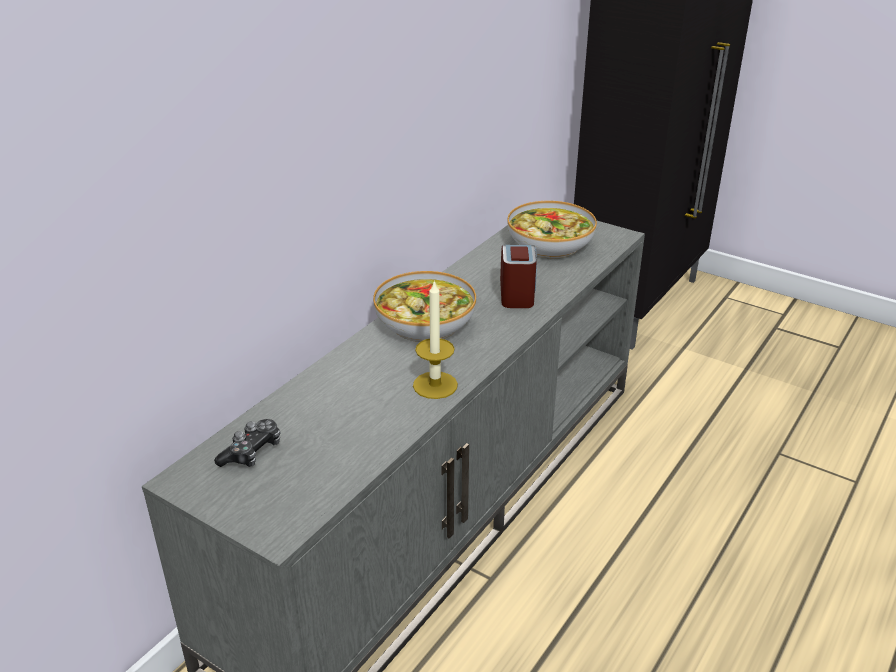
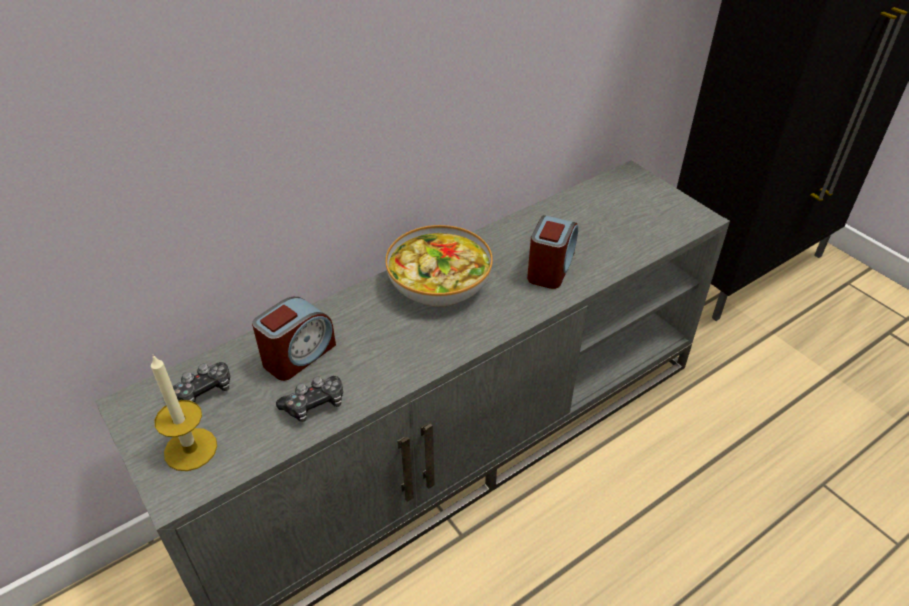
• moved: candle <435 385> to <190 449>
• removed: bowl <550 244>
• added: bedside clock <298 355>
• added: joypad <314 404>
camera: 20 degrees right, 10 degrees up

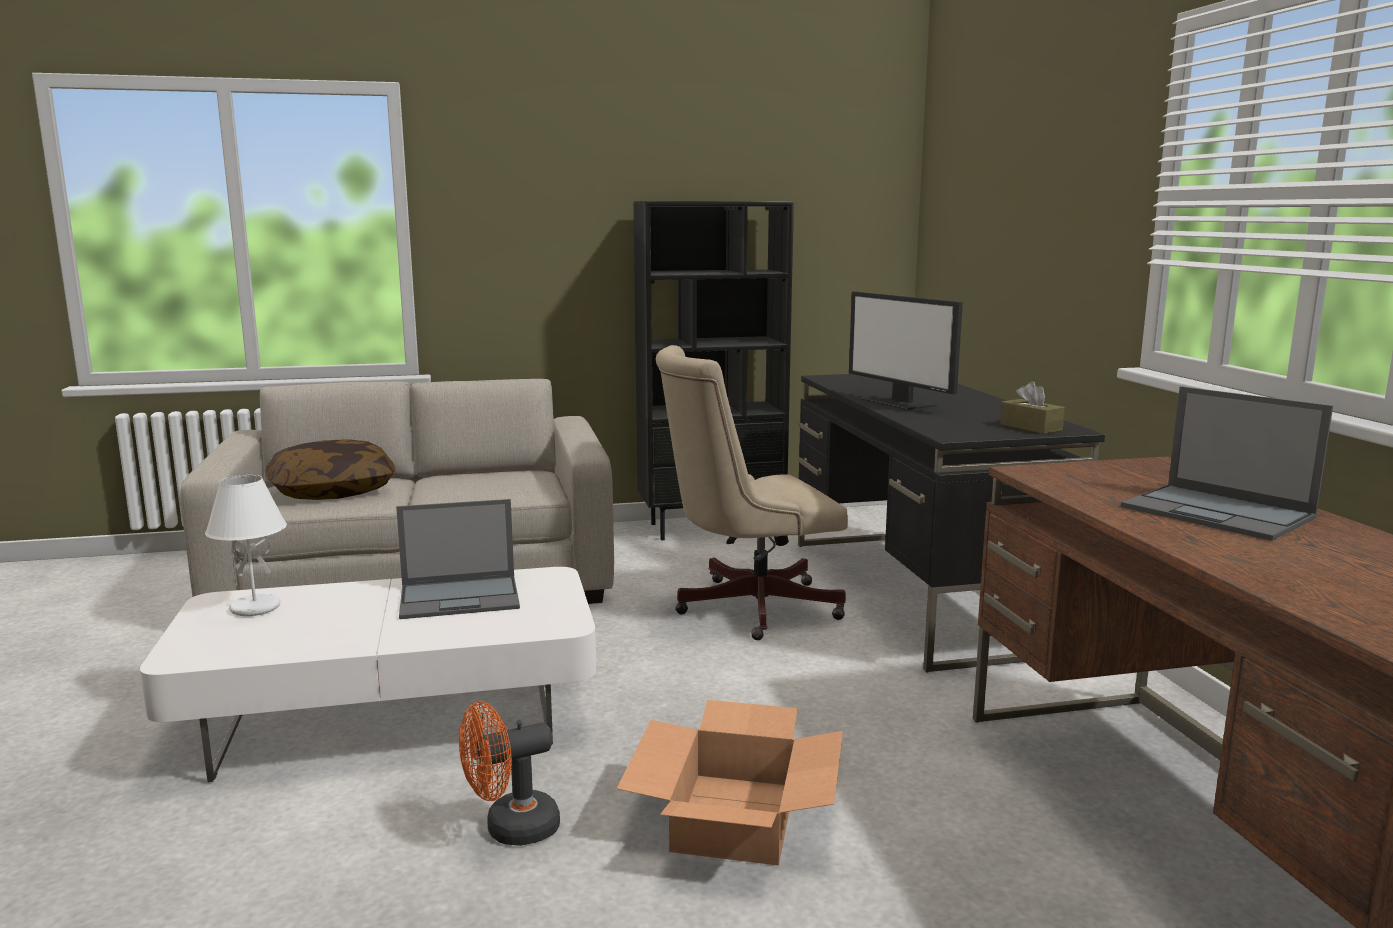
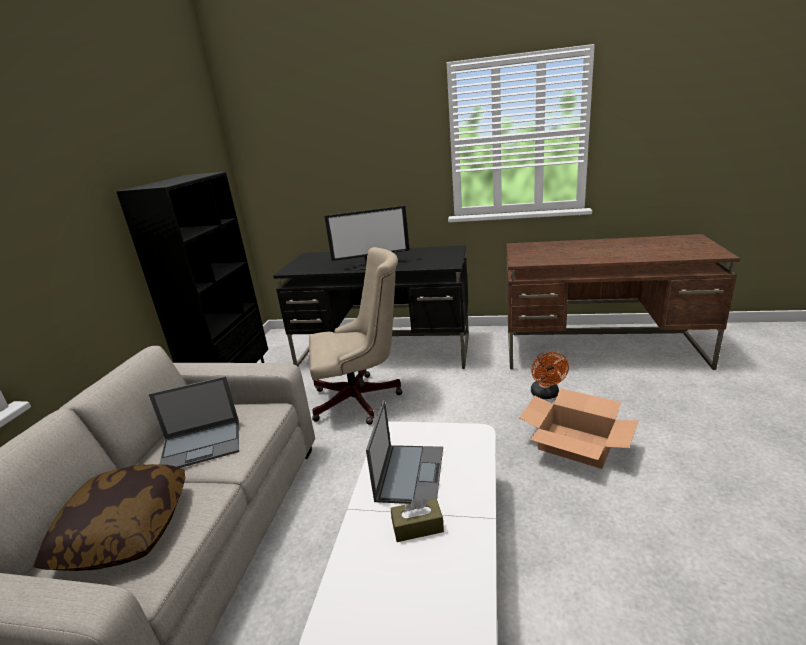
• removed: white-coloured tabletop lamp <254 608>
• moved: orangey electric fan <511 829> to <546 395>
• turned: sand-coloured computer chair <747 607> = <362 400> 105 degrees counterclockwise
• moved: brownish tissue holder <1030 427> to <417 527>
• moved: portable computer <1219 513> to <202 445>
camera: 65 degrees left, 10 degrees up

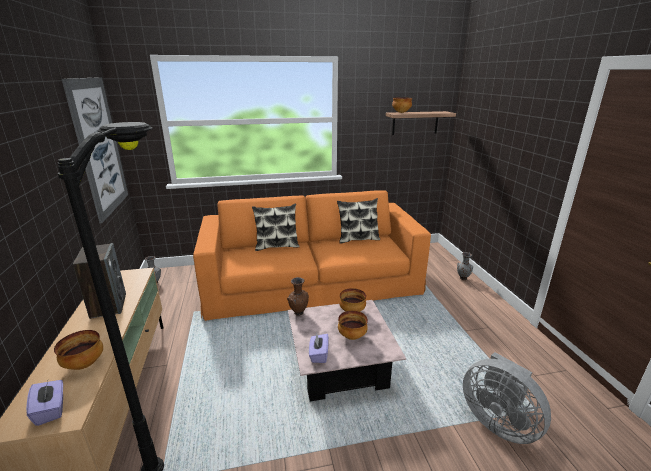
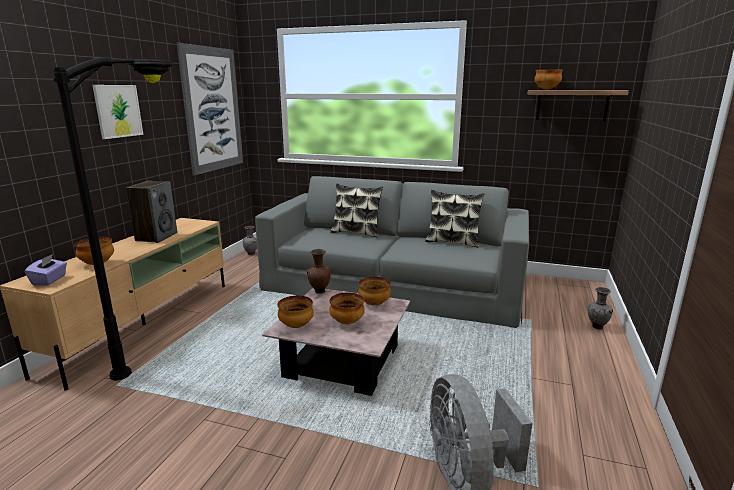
• recoloured: orangey sofa <311 281> to gray sofa <393 284>
• replaced: purple-coloured tissue holder <318 355> to bowl <296 326>
• added: picture <118 111>
camera: 30 degrees right, 5 degrees down

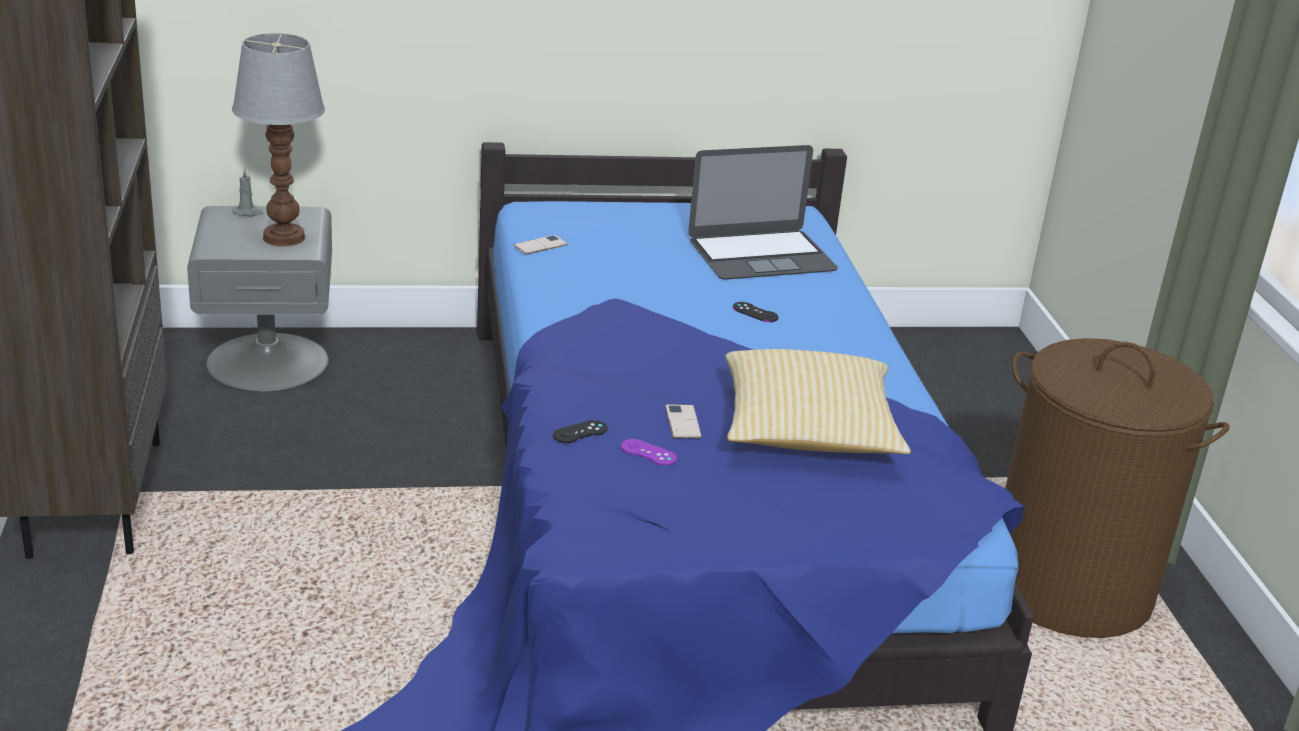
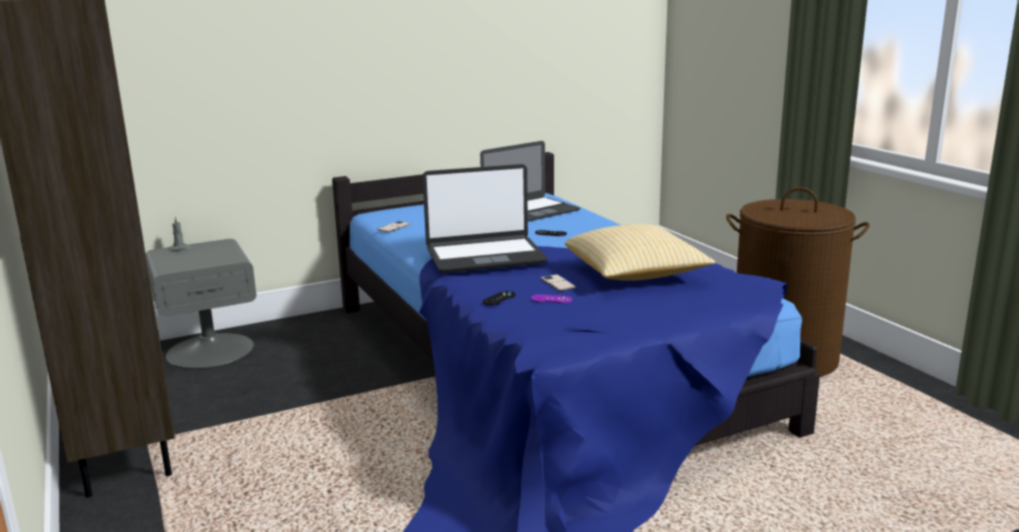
• removed: tabletop lamp <283 237>
• added: portable computer <485 256>
camera: 15 degrees left, 10 degrees down

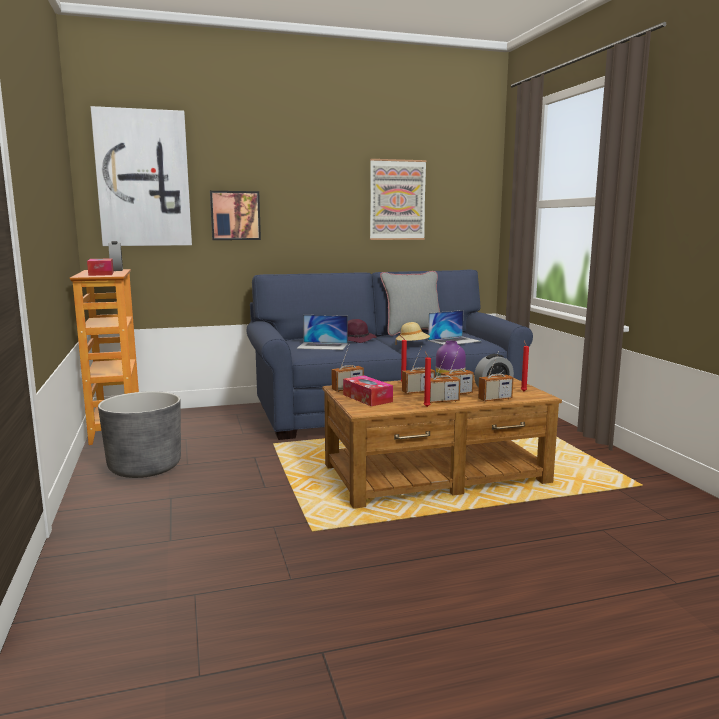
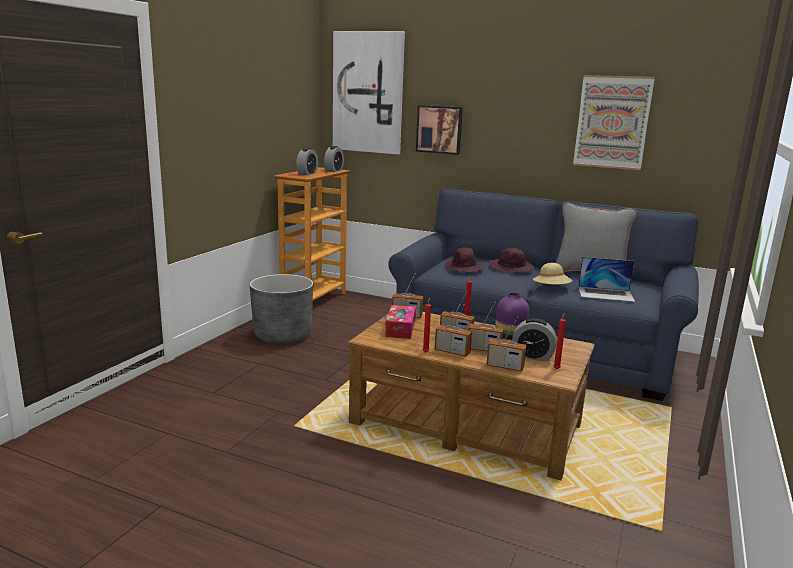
• replaced: tissue holder <101 273> to bedside clock <307 173>
• replaced: portable computer <323 346> to purple-coloured wearable hat <464 269>
camera: 40 degrees right, 5 degrees up

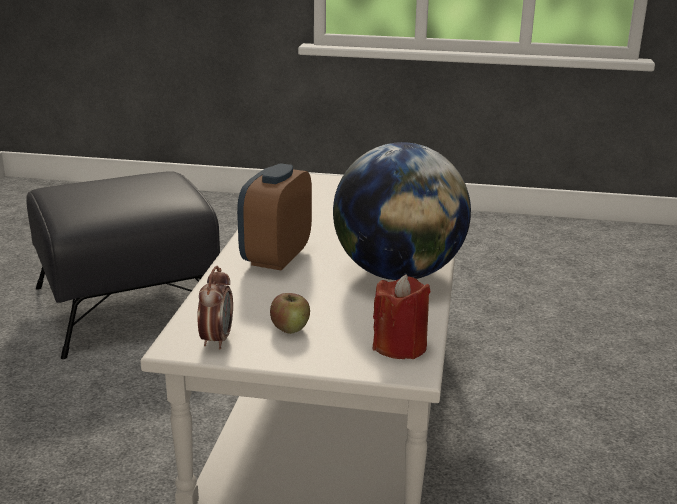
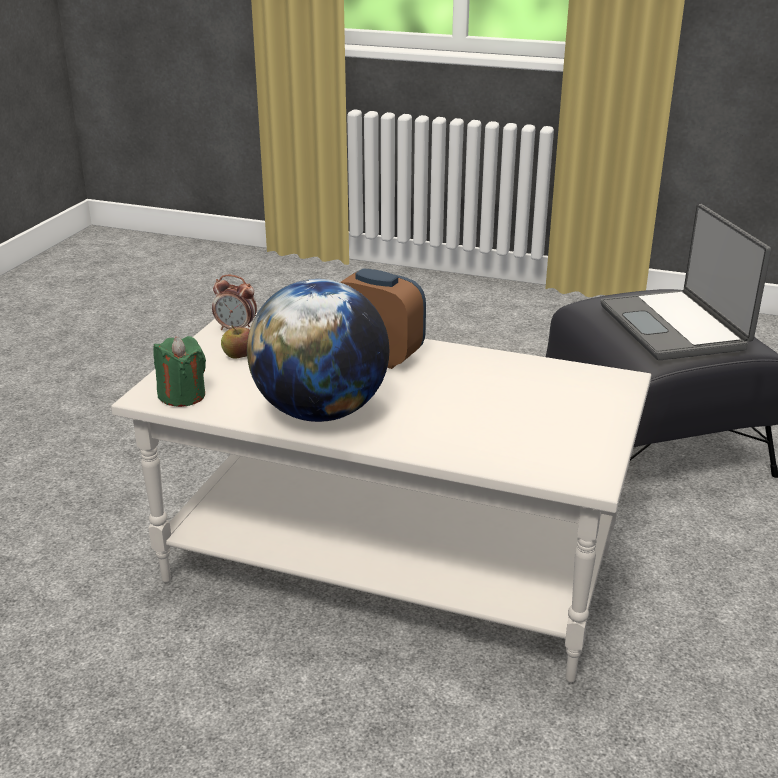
• recoloured: red-coloured candle <400 346> to greenish candle <182 396>
• added: portable computer <675 327>
camera: 100 degrees right, 5 degrees up

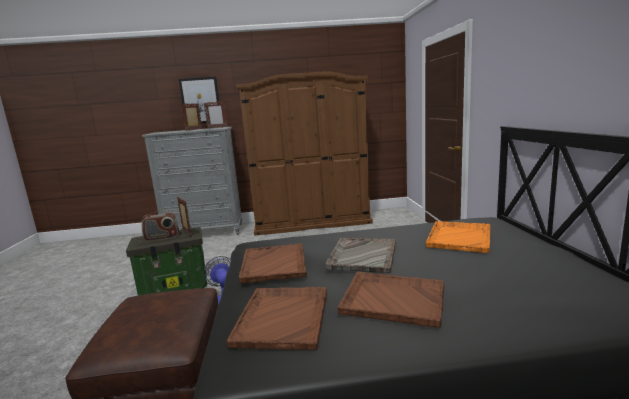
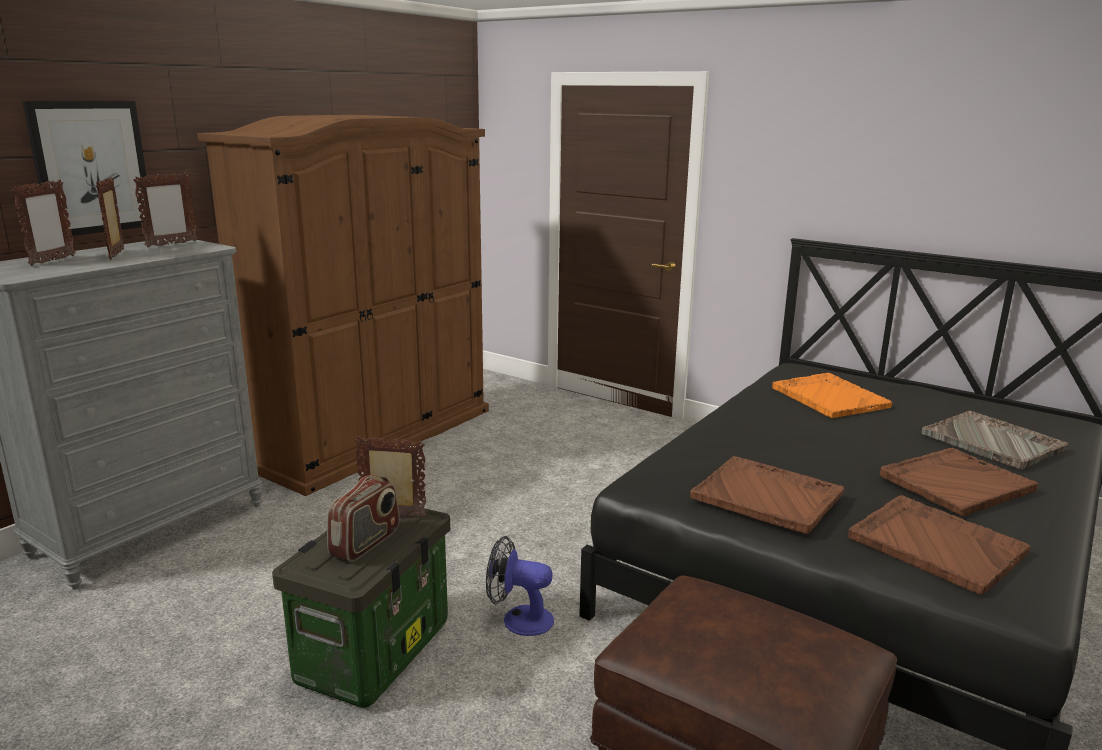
• moved: gray serving tray <362 256> to <993 442>
• added: picture frame <52 261>
camera: 50 degrees left, 5 degrees up

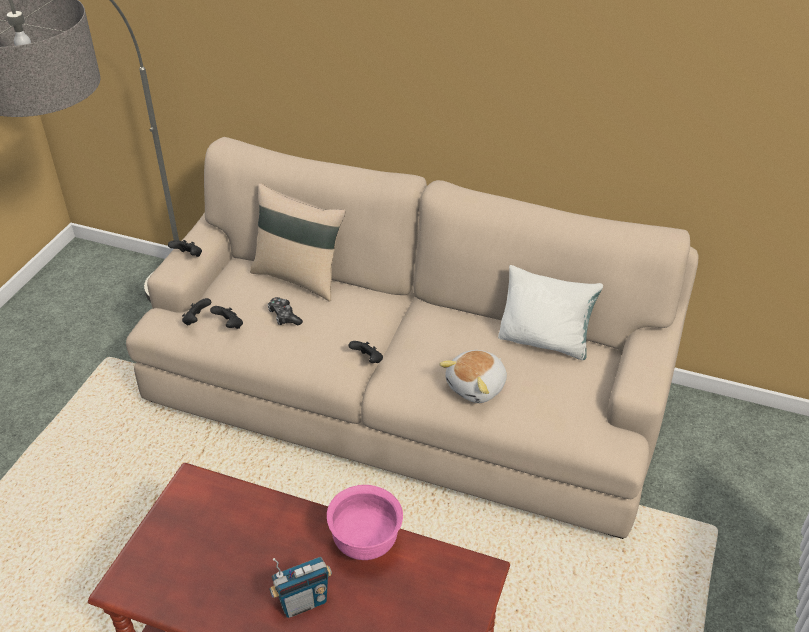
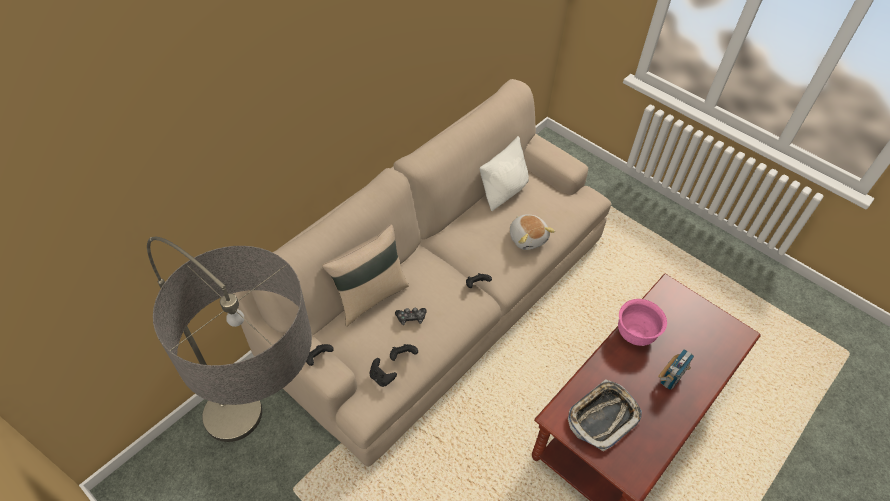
• turned: radio set <303 602> = <670 378> 45 degrees clockwise
• added: serving tray <603 416>
camera: 70 degrees left, 10 degrees up

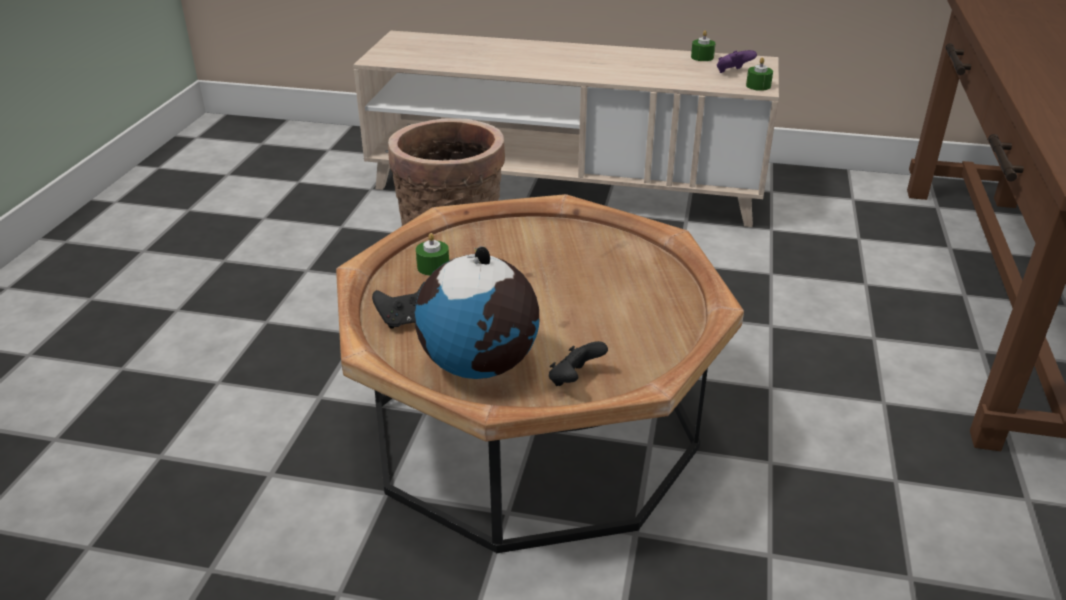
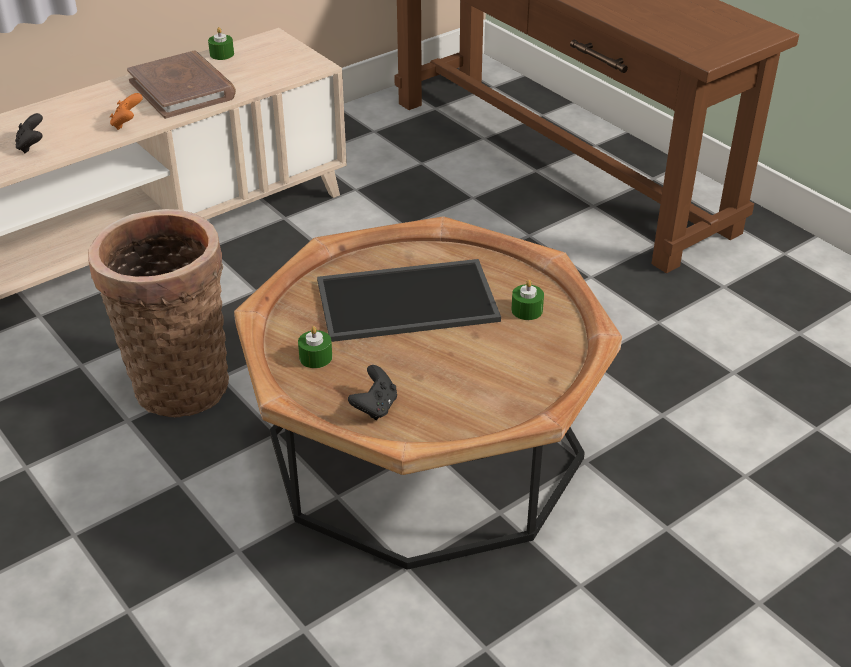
• removed: globe <480 366>
• moved: black joypad <574 380> to <32 146>
• removed: purple-coloured joypad <732 72>
• moved: greenish candle <758 86> to <527 310>
• added: orangey joypad <127 123>
• added: brownish volume <182 89>
• added: serving tray <408 299>
camera: 50 degrees left, 5 degrees up

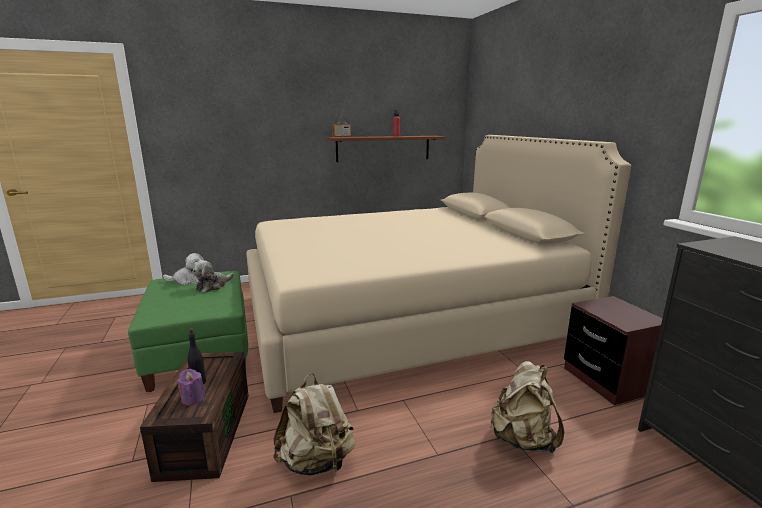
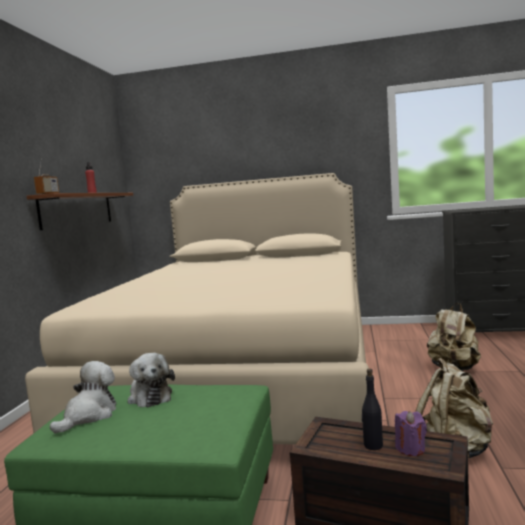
• removed: brownish night table <606 380>
camera: 60 degrees left, 10 degrees down

